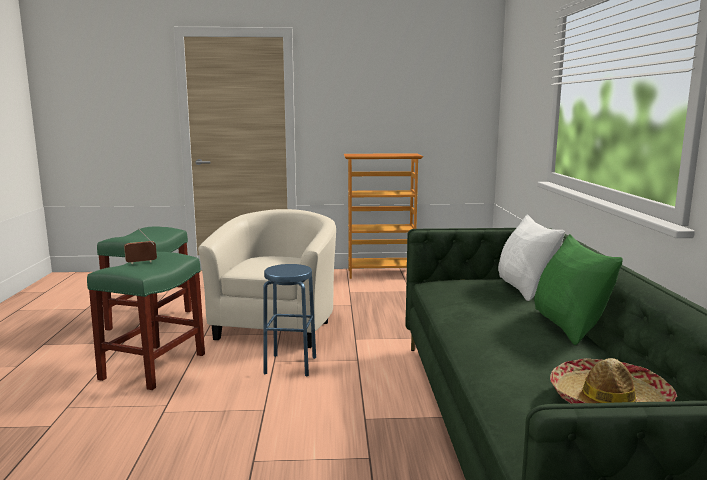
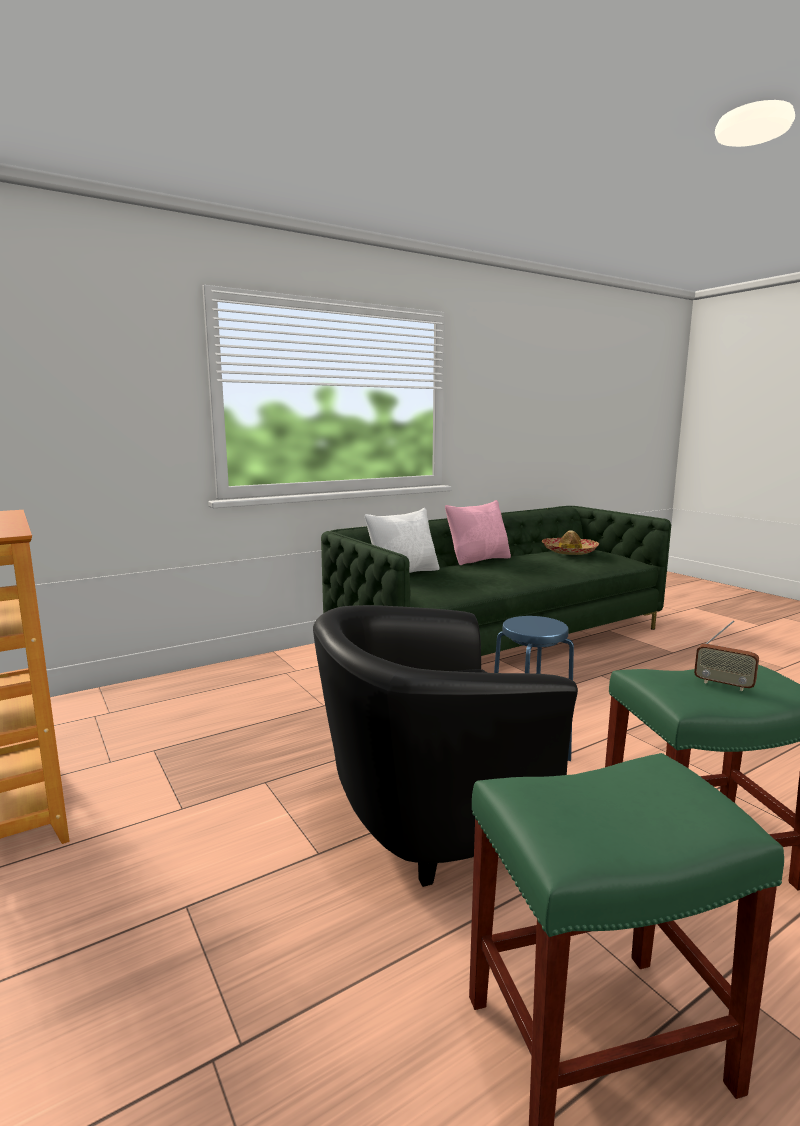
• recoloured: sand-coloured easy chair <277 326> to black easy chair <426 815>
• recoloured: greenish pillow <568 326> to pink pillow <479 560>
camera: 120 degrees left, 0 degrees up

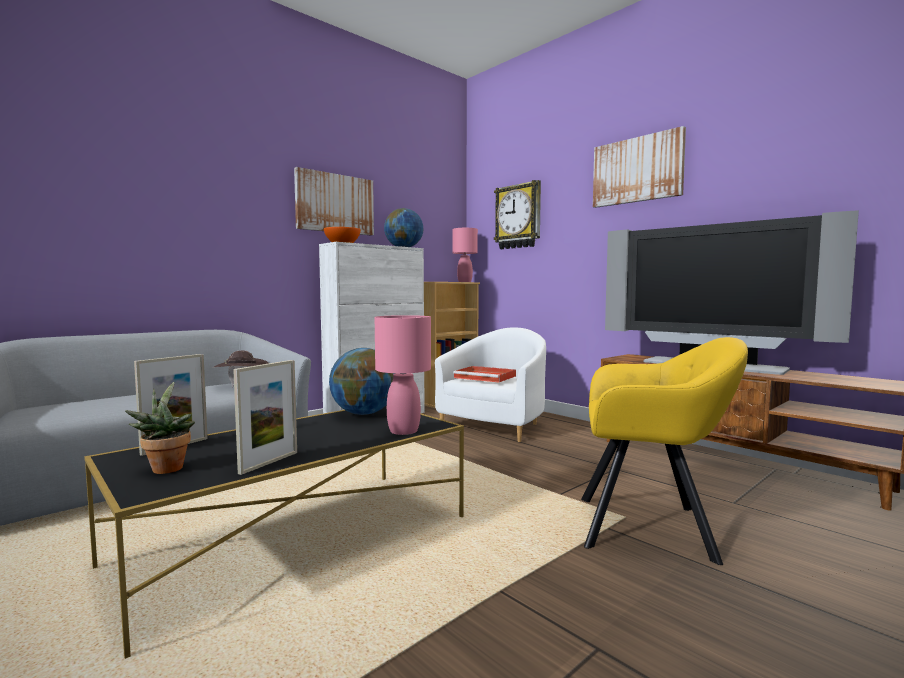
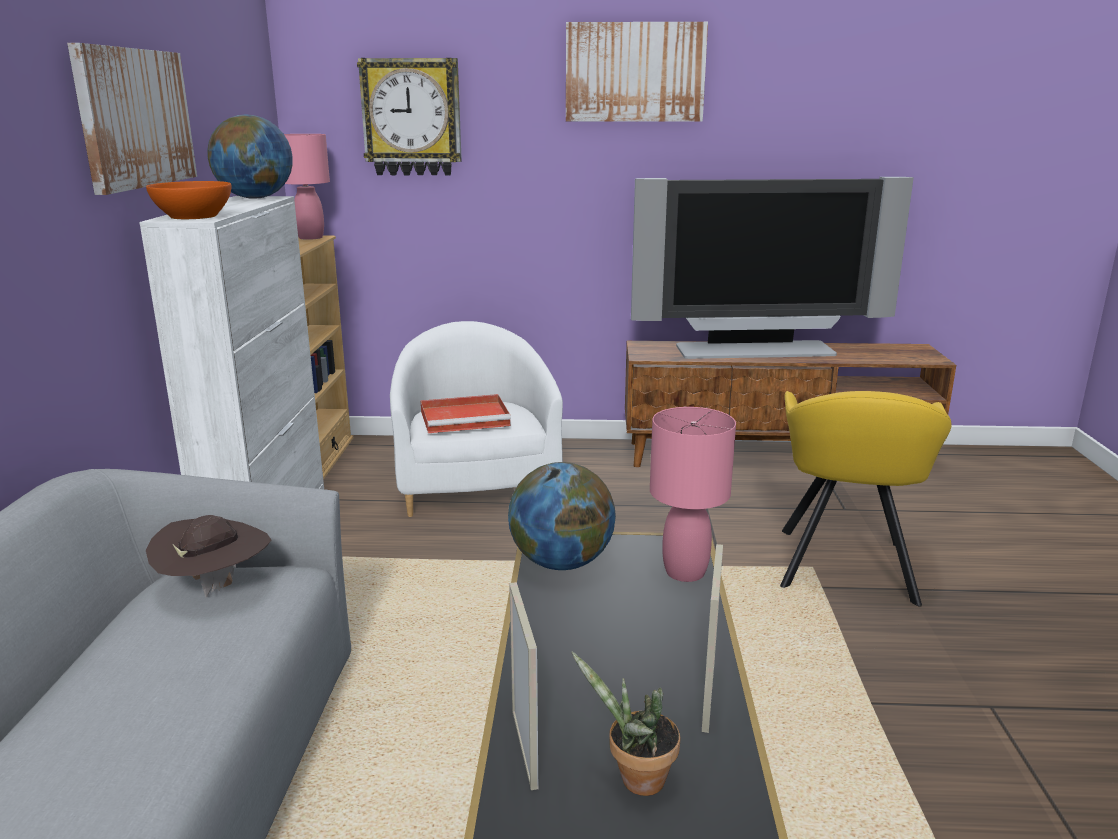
• turned: picture frame <269 462> = <708 697> 150 degrees counterclockwise
• turned: yellowish easy chair <652 528> = <844 569> 135 degrees clockwise
camera: 45 degrees left, 15 degrees up

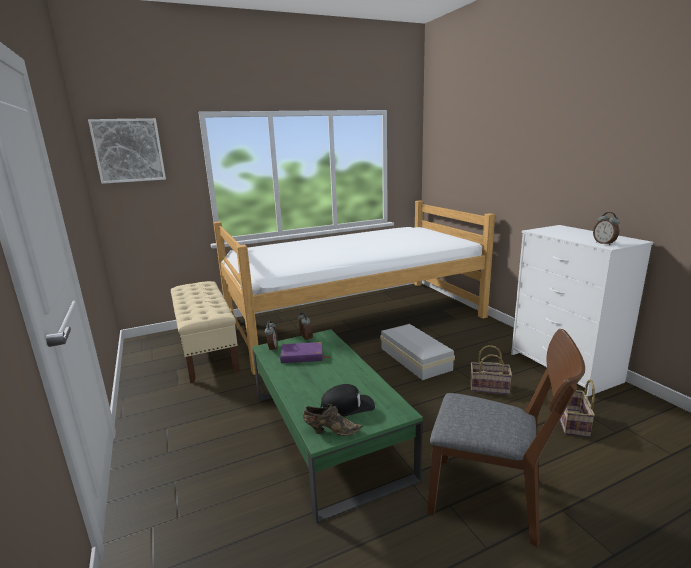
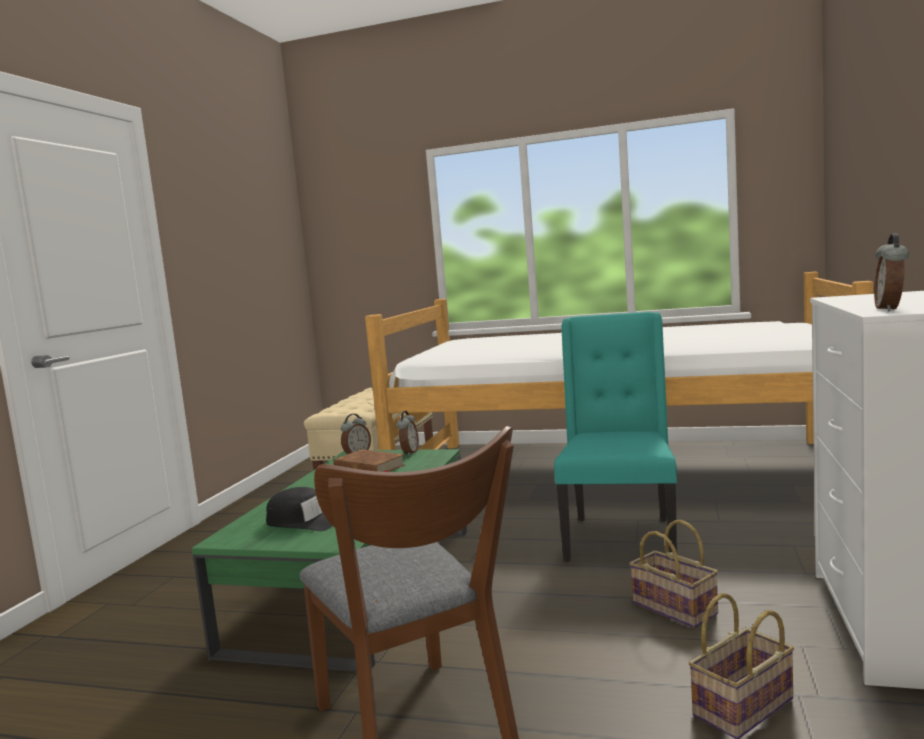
• removed: picture <128 150>
• recoloured: purple-coloured volume <302 356> to brownish volume <369 468>
• removed: brownish low shoe <330 431>
• replaced: white-coloured storage box <415 358> to turquoise-coloured chair <620 538>
camera: 40 degrees right, 10 degrees down

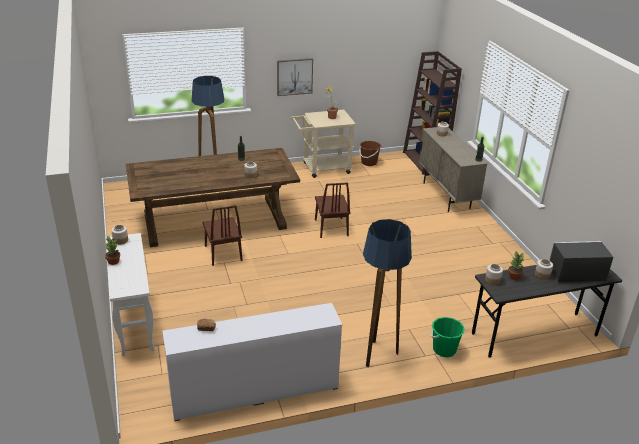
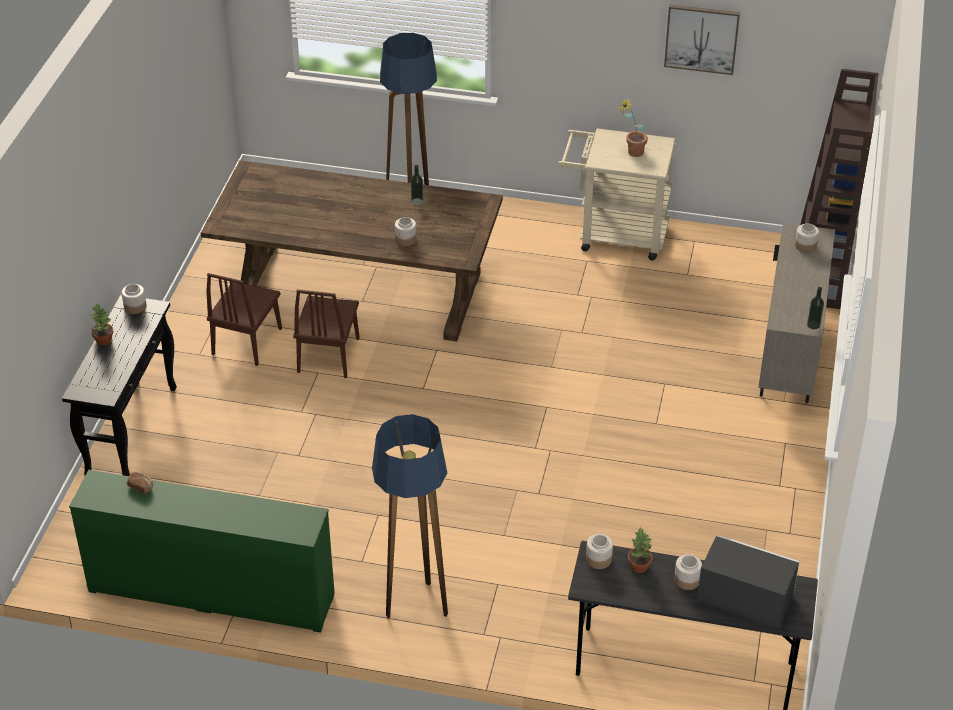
• recoloured: white-coloured hall table <134 323> to black hall table <132 430>
• recoloured: white-coloured chest of drawers <254 392> to greenish chest of drawers <211 592>
• moved: picture <294 76> to <701 38>
• moved: brownish chair <331 227> to <247 341>
• removed: brownish water bucket <369 163>
• removed: greenish water bucket <444 349>
camera: 30 degrees right, 10 degrees up

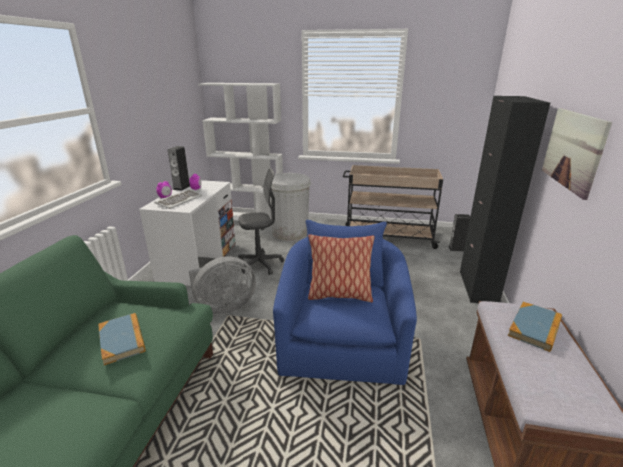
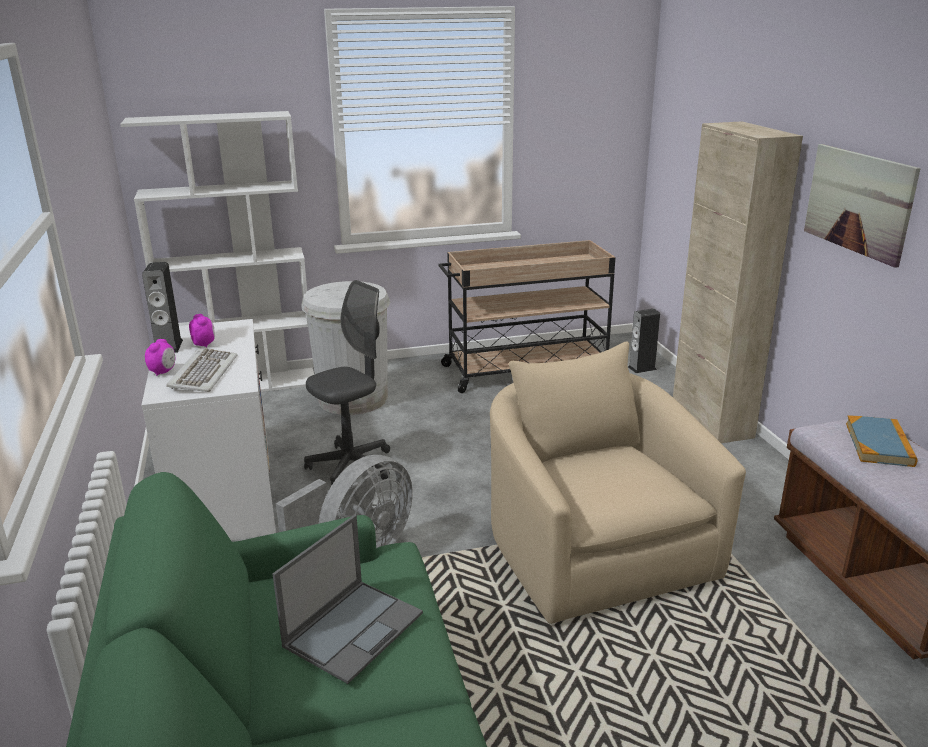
• replaced: volume <122 340> to portable computer <354 628>
• recoloured: bluish easy chair <342 341> to sand-coloured easy chair <593 549>
• removed: pillow <339 295>
• recoloured: black storage cabinet <477 287> to sand-coloured storage cabinet <711 419>
camera: 25 degrees left, 0 degrees up

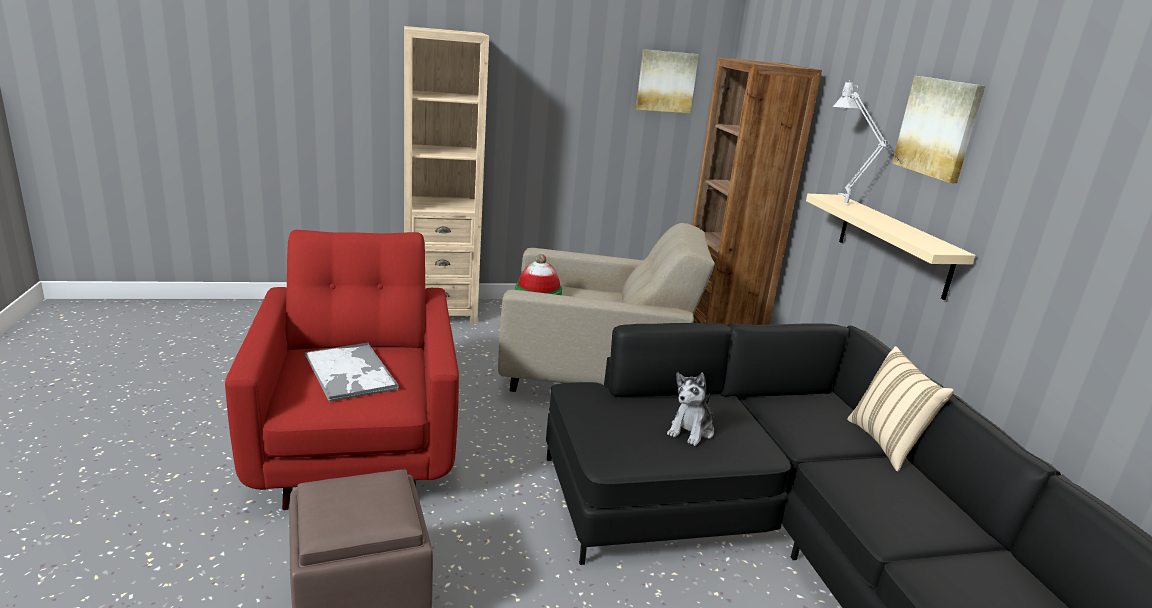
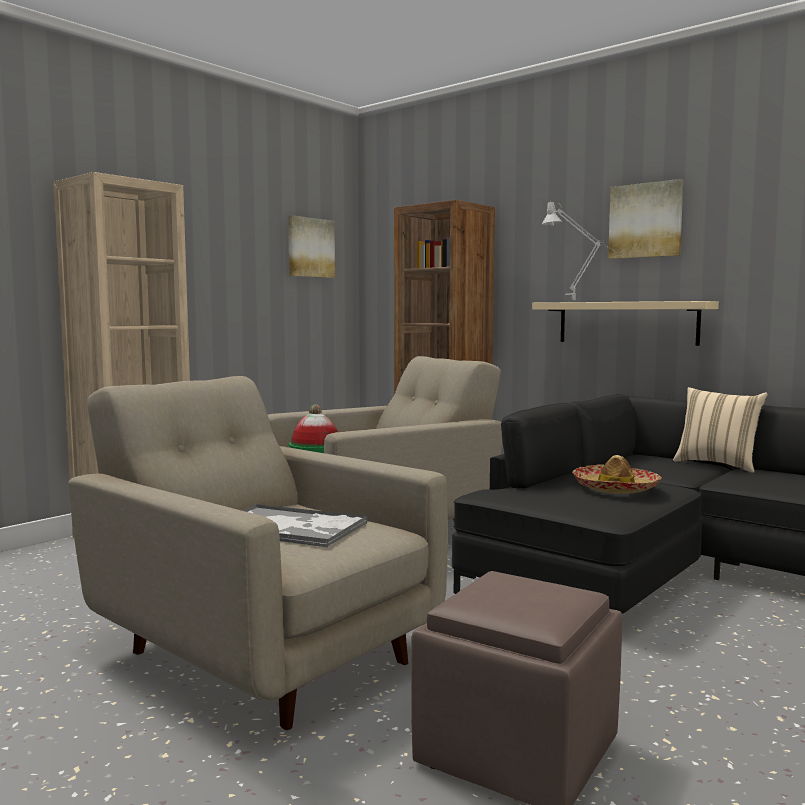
• recoloured: red-coloured easy chair <357 444> to sand-coloured easy chair <258 651>
• replaced: soft toy <691 431> to wearable hat <615 488>
camera: 35 degrees left, 15 degrees down

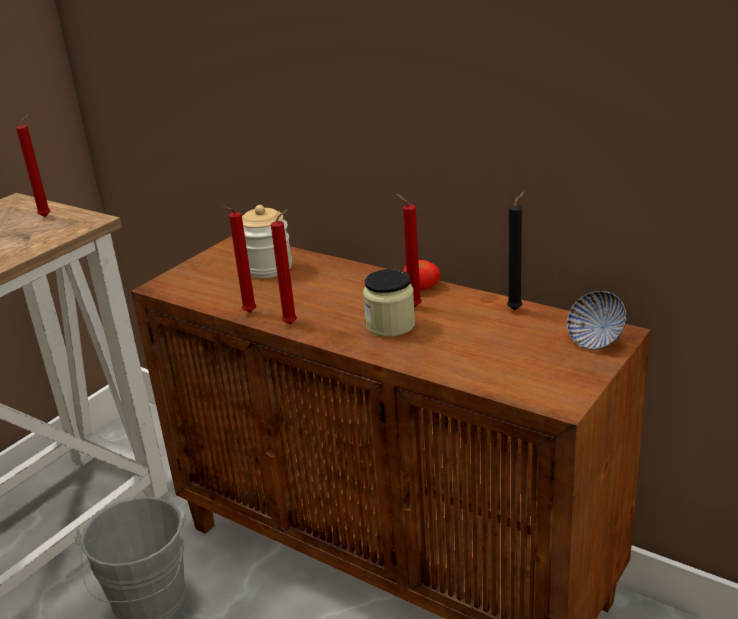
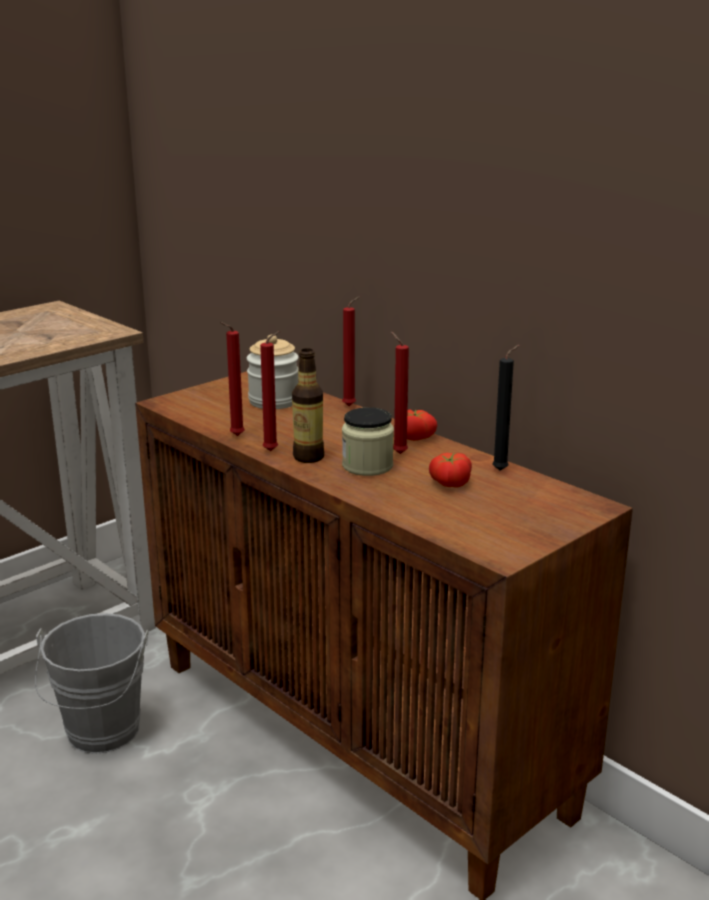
• moved: red-coloured candle <47 216> to <351 406>
• removed: bowl <595 340>
• added: bottle <308 457>
• added: tomato <449 483>
camera: 10 degrees right, 5 degrees down

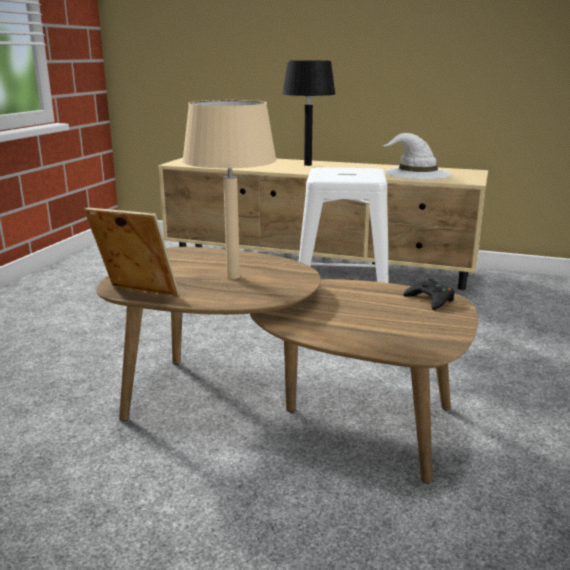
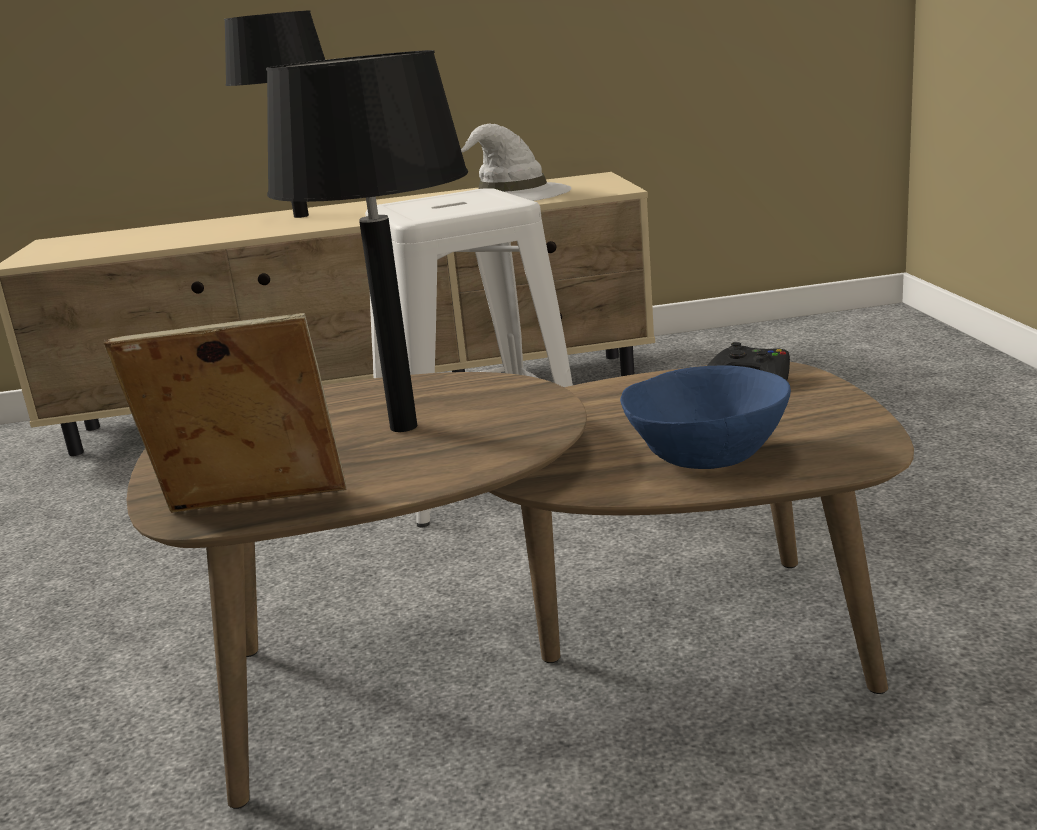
• recoloured: sand-coloured tabletop lamp <233 277> to black tabletop lamp <404 427>
• added: bluish bowl <706 455>
camera: 25 degrees left, 0 degrees up

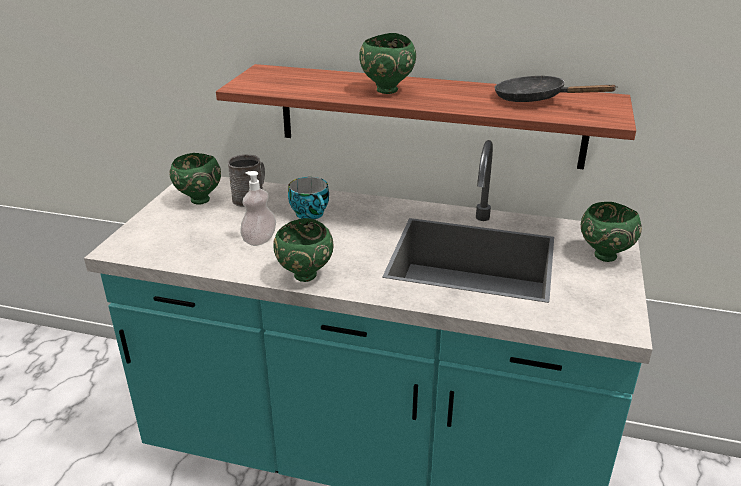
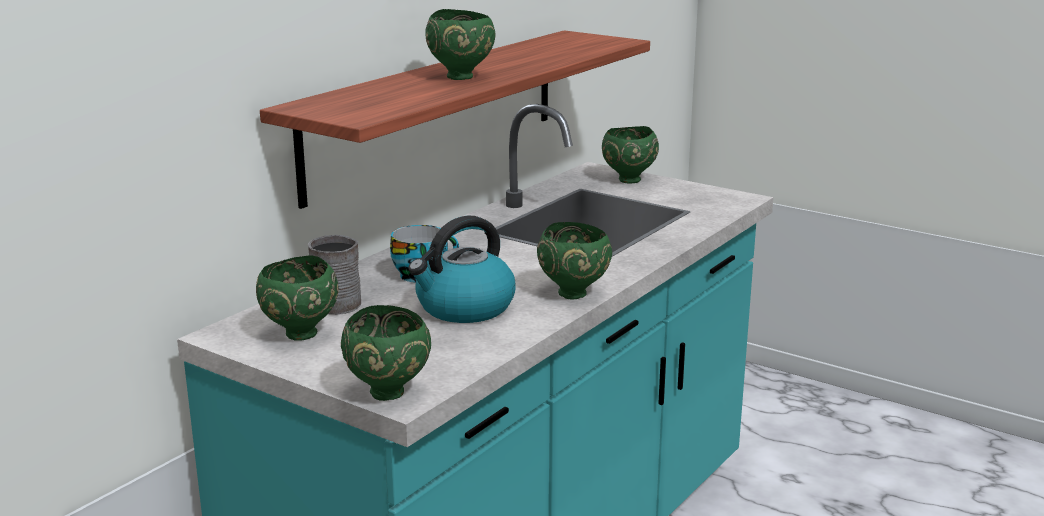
• replaced: soap bottle <259 240> to tea kettle <464 308>
• removed: black frying pan <536 100>
• added: greenish bowl <389 394>
camera: 70 degrees left, 10 degrees down

